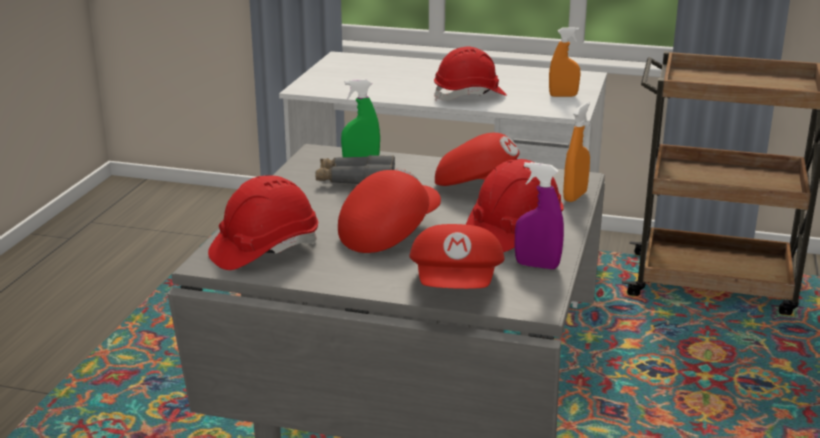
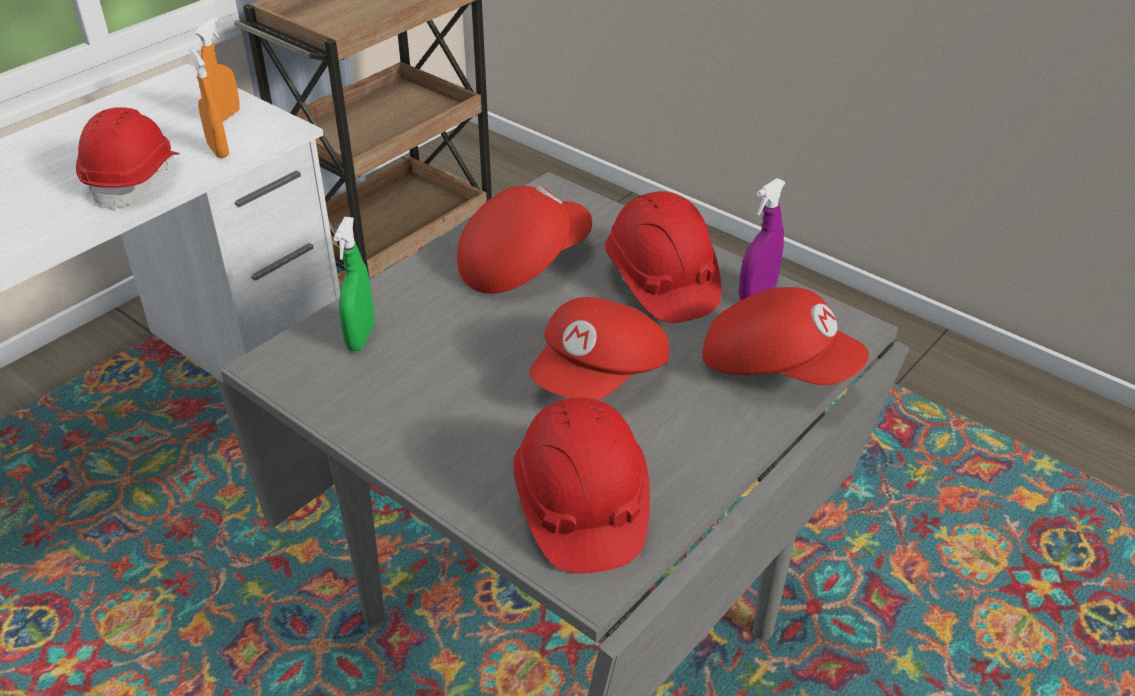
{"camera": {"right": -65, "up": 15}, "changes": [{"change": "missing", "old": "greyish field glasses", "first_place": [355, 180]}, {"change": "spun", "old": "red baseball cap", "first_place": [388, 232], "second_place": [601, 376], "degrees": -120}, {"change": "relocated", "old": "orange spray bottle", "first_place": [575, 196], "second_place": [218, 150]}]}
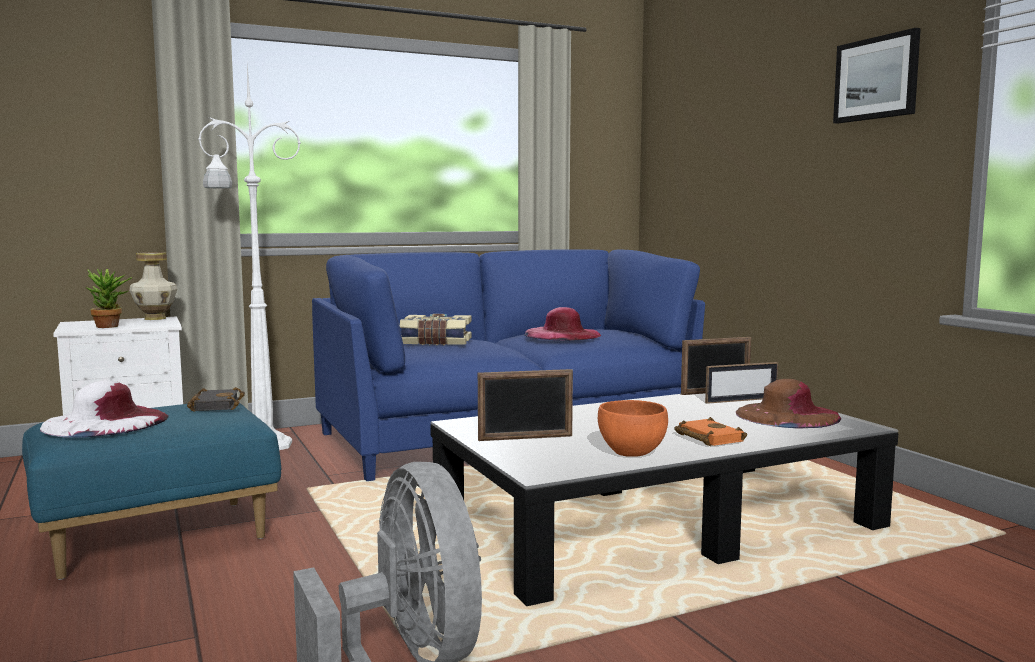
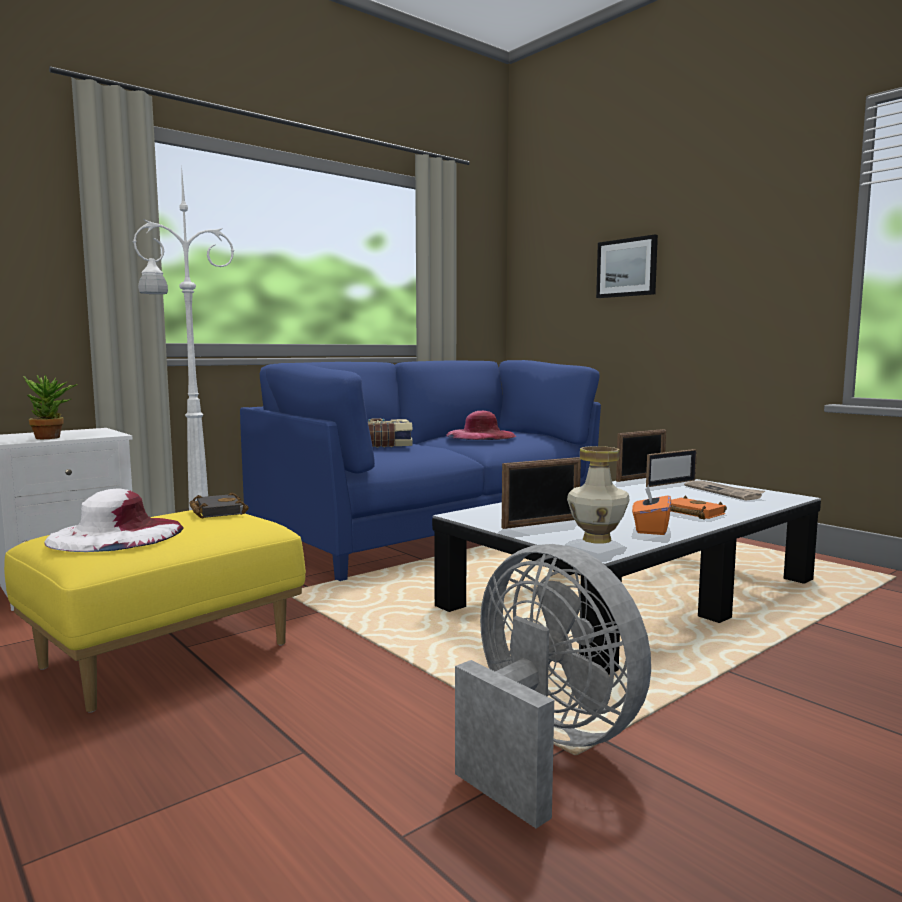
{"camera": {"right": -15, "up": 0}, "changes": [{"change": "colour", "old": "bluish pouffe", "new": "yellowish pouffe", "first_place": [158, 536], "second_place": [167, 654]}, {"change": "relocated", "old": "decorative vase", "first_place": [155, 318], "second_place": [597, 539]}, {"change": "exchanged", "old": "orange serving bowl", "new": "orange box of tissues", "first_place": [631, 453], "second_place": [650, 529]}, {"change": "exchanged", "old": "brownish clothing hat", "new": "printed paper", "first_place": [787, 415], "second_place": [724, 492]}, {"change": "relocated", "old": "wall art", "first_place": [876, 78], "second_place": [627, 267]}]}
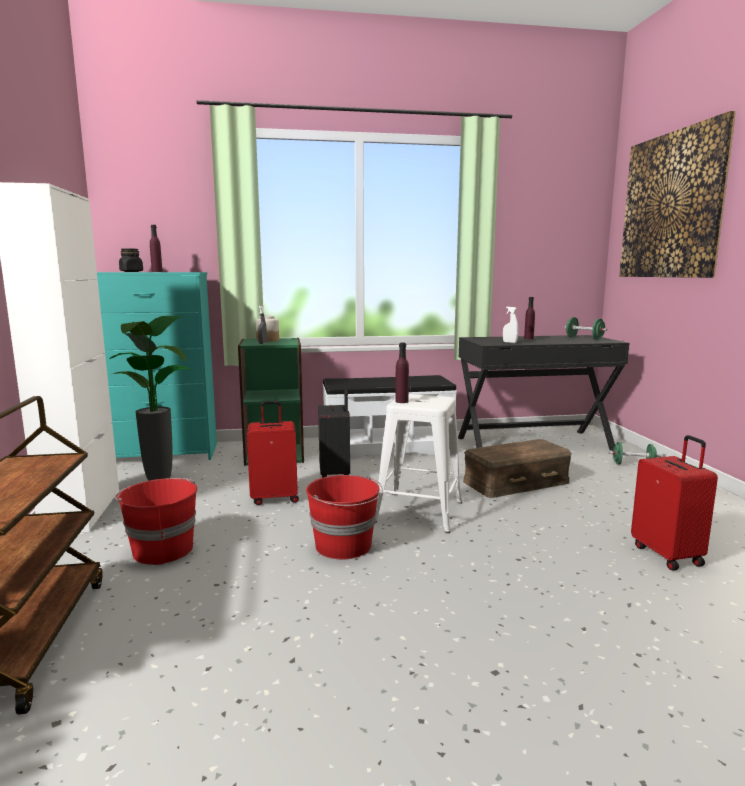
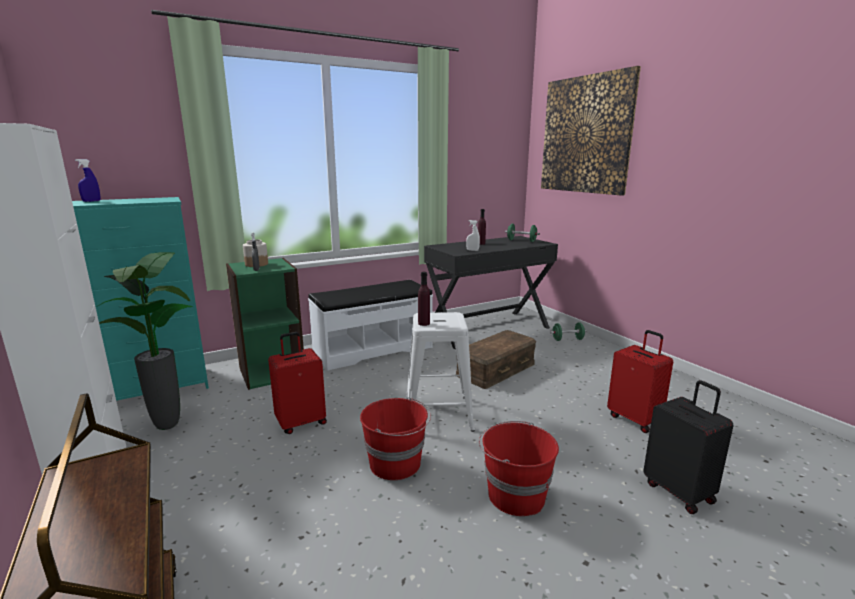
{"camera": {"right": -20, "up": 5}, "changes": [{"change": "relocated", "old": "red pail", "first_place": [162, 549], "second_place": [515, 495]}, {"change": "exchanged", "old": "blackish preserve jar", "new": "bluish spray bottle", "first_place": [131, 271], "second_place": [91, 201]}, {"change": "missing", "old": "purplish beverage bottle", "first_place": [157, 271]}, {"change": "relocated", "old": "blackish suitcase", "first_place": [335, 475], "second_place": [679, 492]}]}
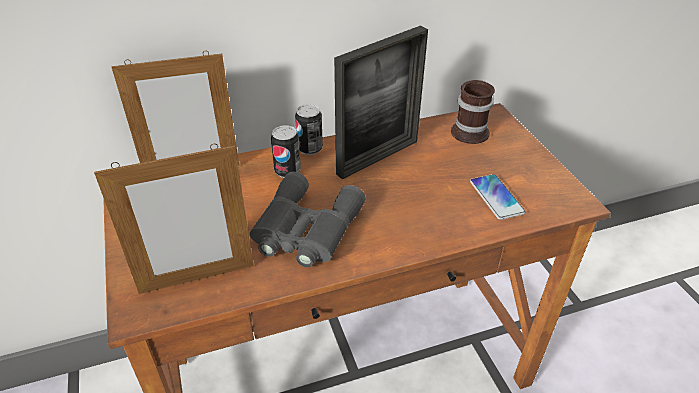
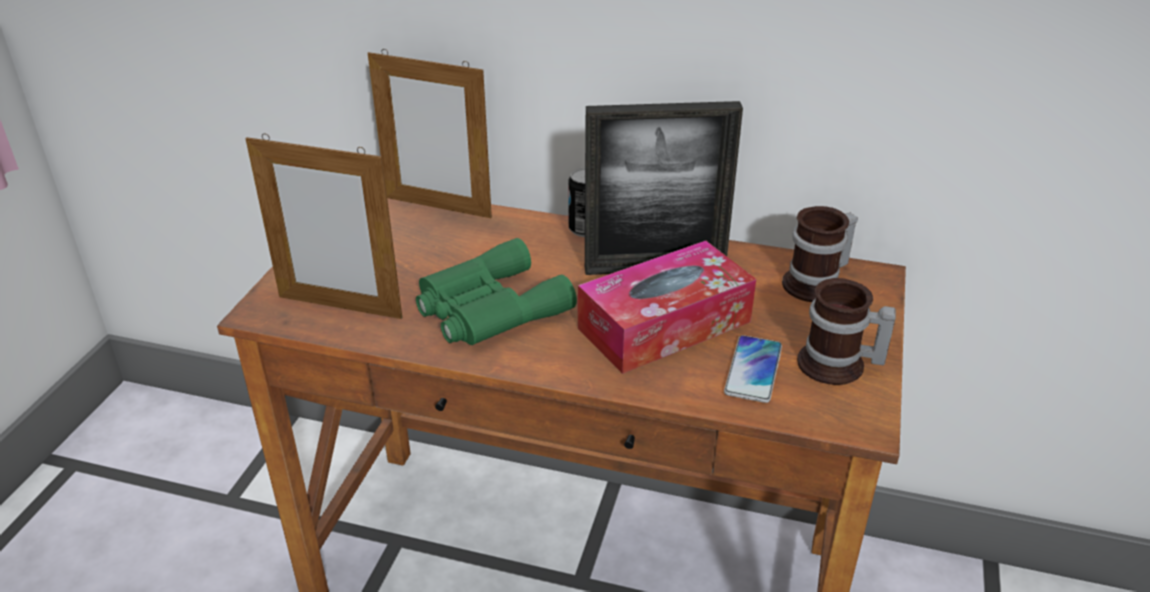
{"camera": {"right": 35, "up": -5}, "changes": [{"change": "colour", "old": "greyish field glasses", "new": "greenish field glasses", "first_place": [305, 230], "second_place": [487, 308]}, {"change": "missing", "old": "can", "first_place": [287, 171]}, {"change": "appeared", "new": "box of tissues", "second_place": [664, 325]}, {"change": "appeared", "new": "tea mug", "second_place": [837, 367]}]}
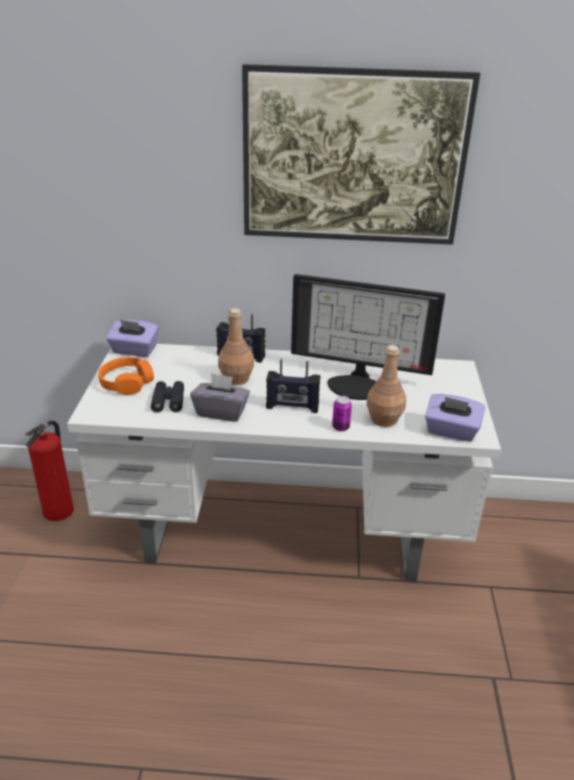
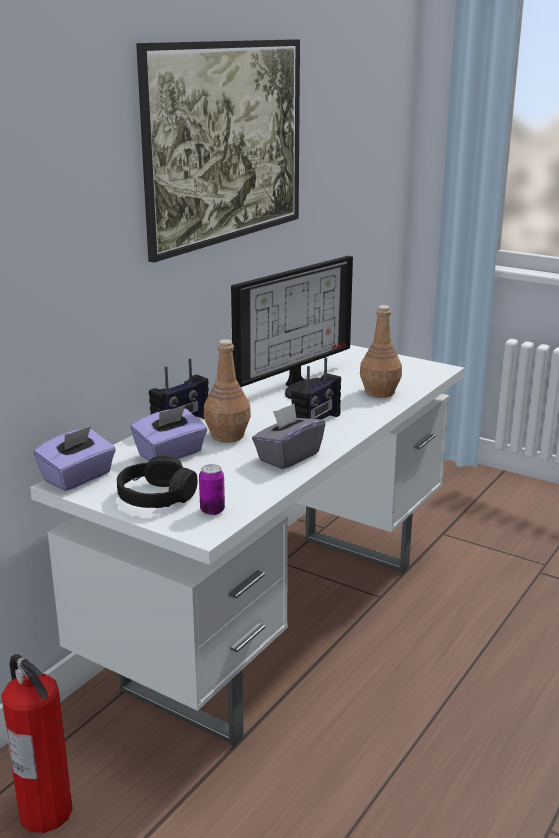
{"camera": {"right": -60, "up": -10}, "changes": [{"change": "colour", "old": "orange pair of headphones", "new": "blackish pair of headphones", "first_place": [126, 383], "second_place": [156, 496]}, {"change": "missing", "old": "blackish field glasses", "first_place": [168, 401]}, {"change": "relocated", "old": "can", "first_place": [340, 427], "second_place": [212, 510]}, {"change": "relocated", "old": "purplish box of tissues", "first_place": [451, 431], "second_place": [171, 454]}]}
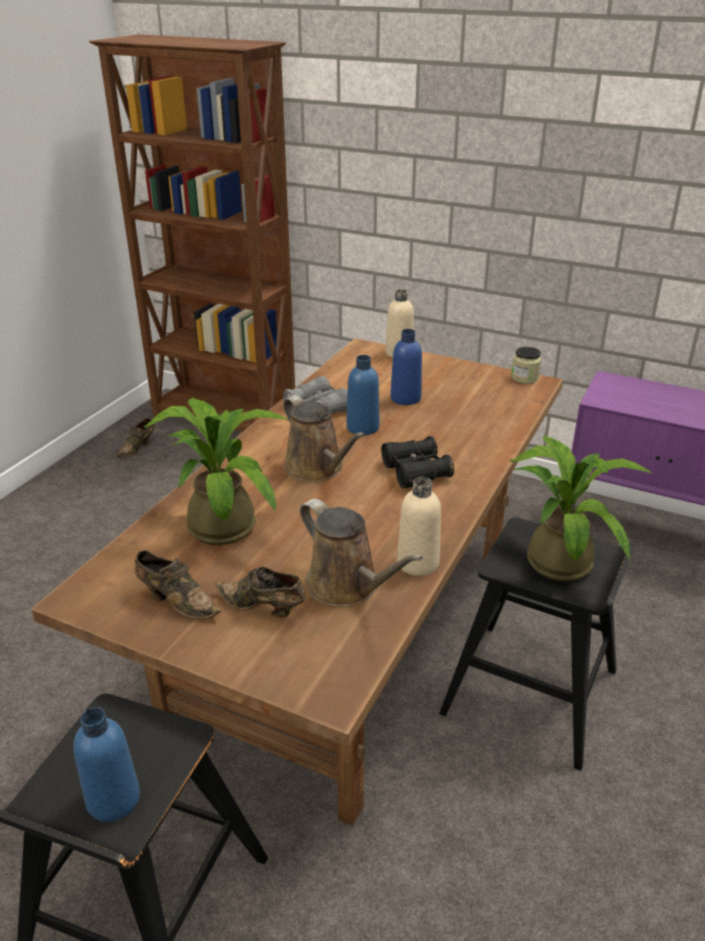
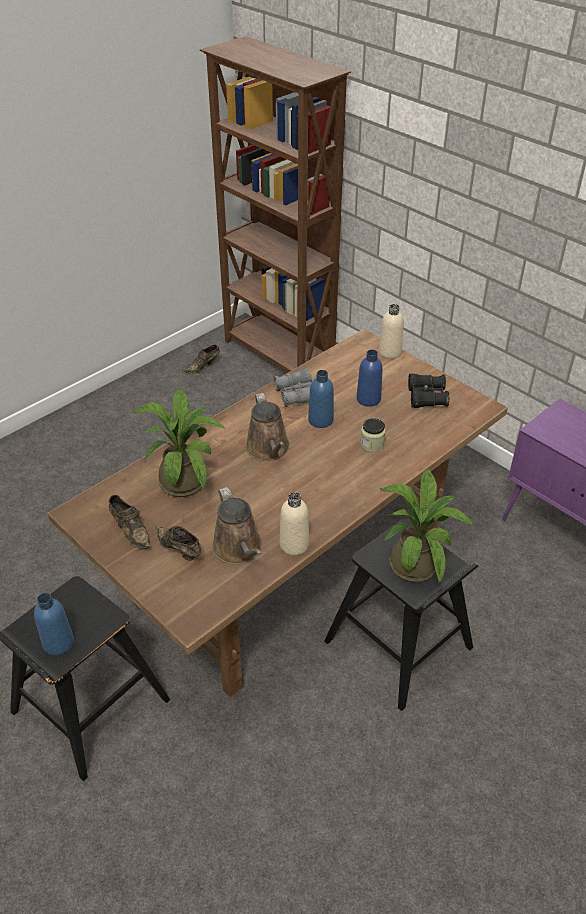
{"camera": {"right": 20, "up": 10}, "changes": [{"change": "relocated", "old": "blackish field glasses", "first_place": [416, 472], "second_place": [427, 397]}, {"change": "relocated", "old": "preserve jar", "first_place": [524, 378], "second_place": [372, 444]}]}
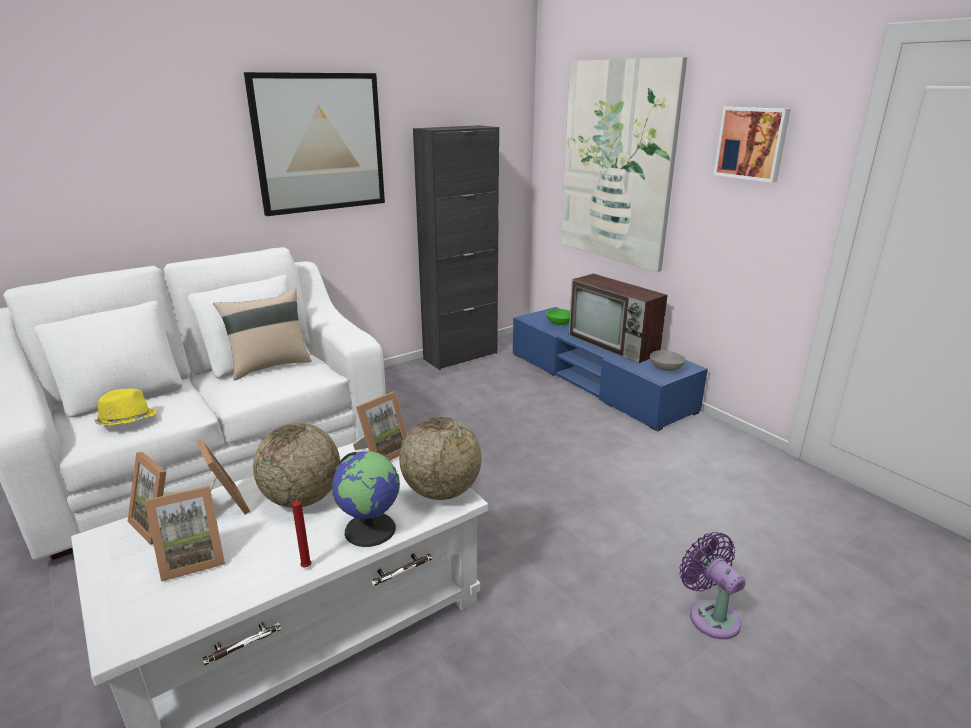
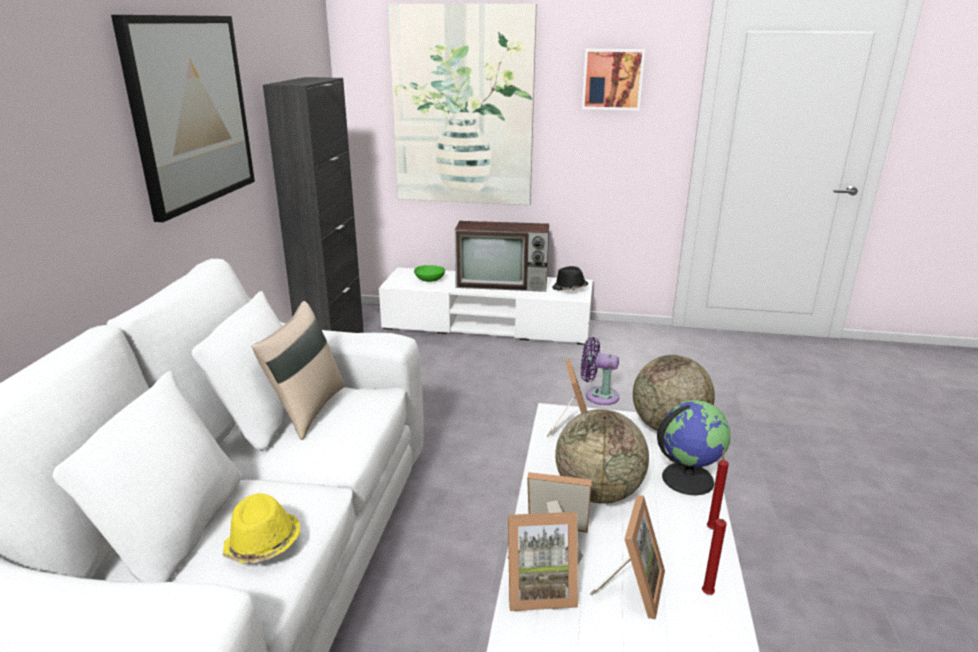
{"camera": {"right": -45, "up": 0}, "changes": [{"change": "colour", "old": "bluish media console", "new": "whitish media console", "first_place": [597, 381], "second_place": [487, 325]}, {"change": "exchanged", "old": "greyish serving bowl", "new": "blackish clothing hat", "first_place": [665, 368], "second_place": [569, 289]}, {"change": "relocated", "old": "purplish cooling fan", "first_place": [710, 615], "second_place": [598, 395]}, {"change": "appeared", "new": "red wax light", "second_place": [707, 595]}]}
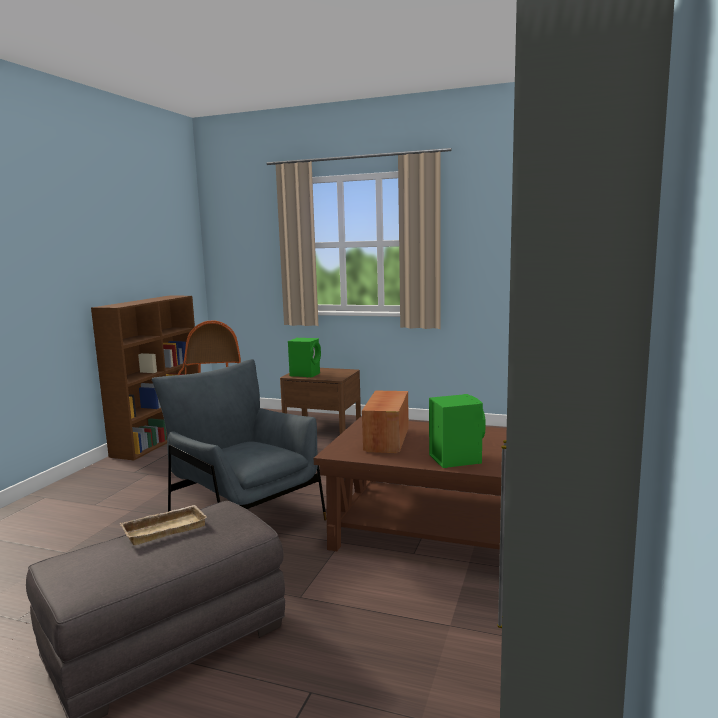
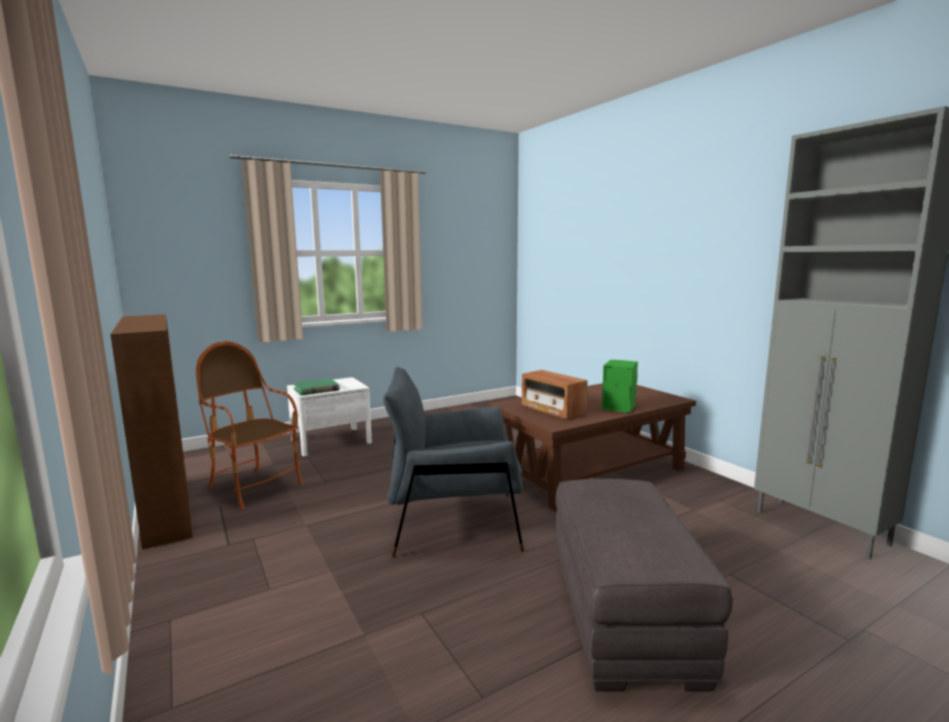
{"camera": {"right": -50, "up": 0}, "changes": [{"change": "missing", "old": "beige tray", "first_place": [165, 528]}, {"change": "colour", "old": "brownish night table", "new": "whitish night table", "first_place": [322, 426], "second_place": [331, 441]}, {"change": "exchanged", "old": "greenish audio speaker", "new": "greenish bound book", "first_place": [305, 374], "second_place": [316, 389]}]}
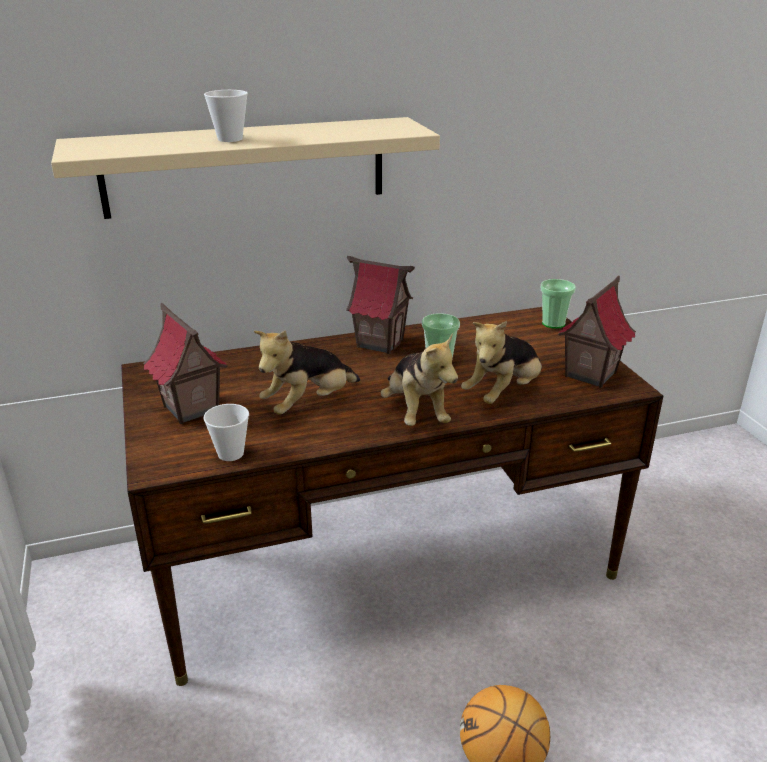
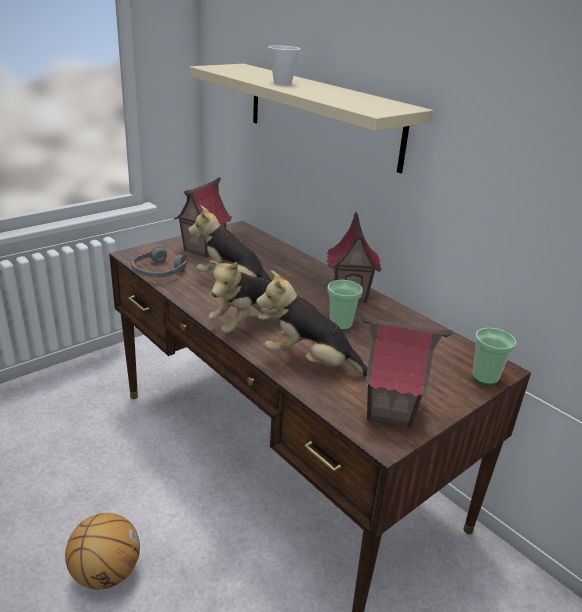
{"camera": {"right": 65, "up": 0}, "changes": [{"change": "exchanged", "old": "cup", "new": "greyish pair of headphones", "first_place": [230, 454], "second_place": [158, 271]}]}
